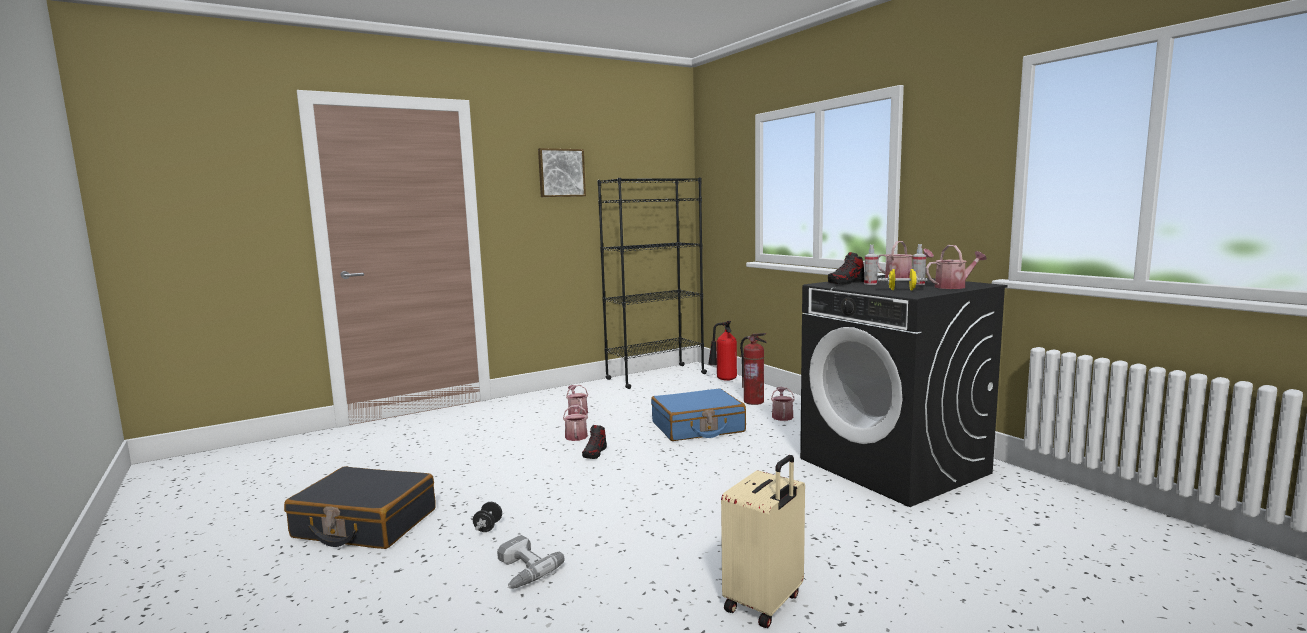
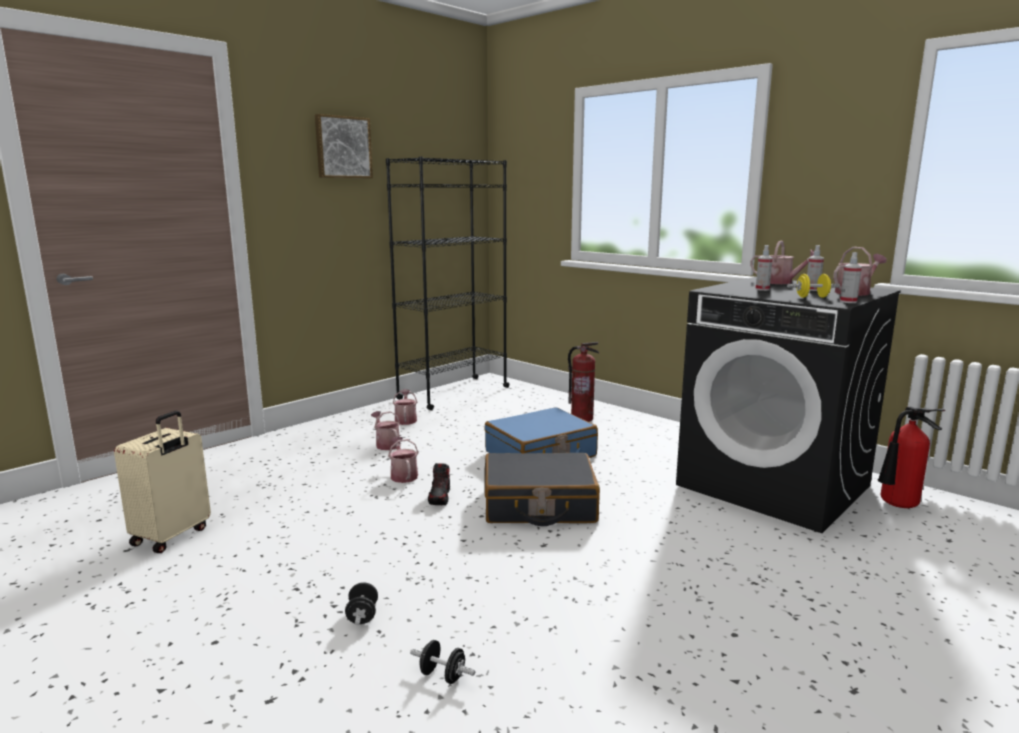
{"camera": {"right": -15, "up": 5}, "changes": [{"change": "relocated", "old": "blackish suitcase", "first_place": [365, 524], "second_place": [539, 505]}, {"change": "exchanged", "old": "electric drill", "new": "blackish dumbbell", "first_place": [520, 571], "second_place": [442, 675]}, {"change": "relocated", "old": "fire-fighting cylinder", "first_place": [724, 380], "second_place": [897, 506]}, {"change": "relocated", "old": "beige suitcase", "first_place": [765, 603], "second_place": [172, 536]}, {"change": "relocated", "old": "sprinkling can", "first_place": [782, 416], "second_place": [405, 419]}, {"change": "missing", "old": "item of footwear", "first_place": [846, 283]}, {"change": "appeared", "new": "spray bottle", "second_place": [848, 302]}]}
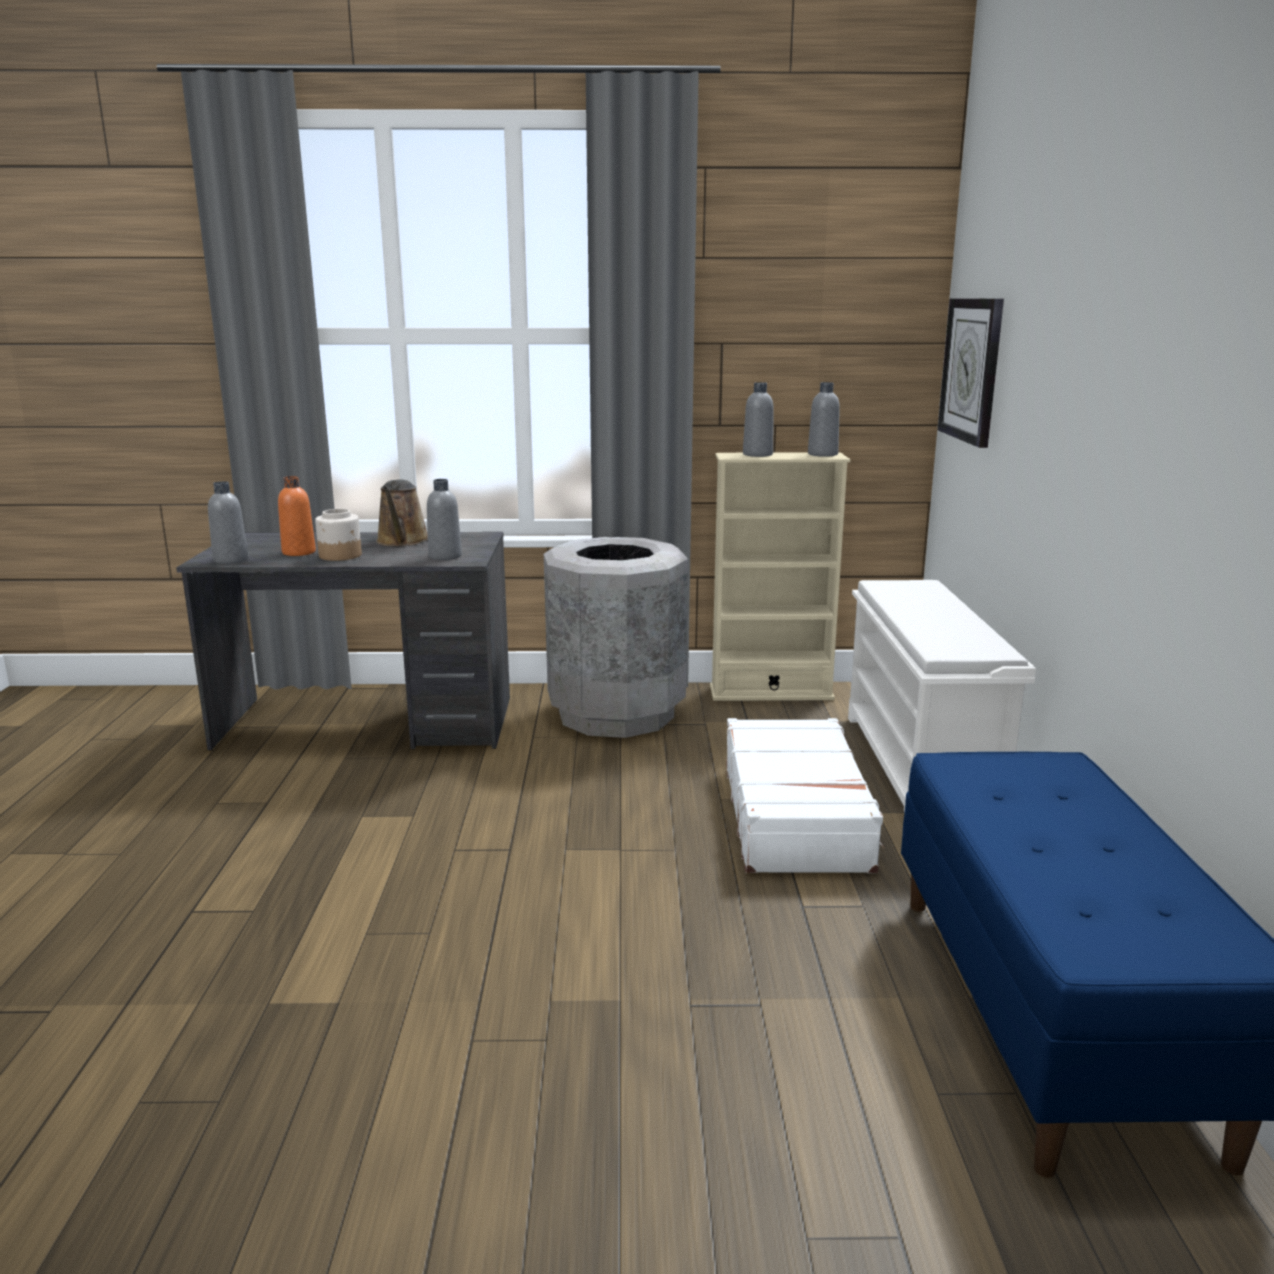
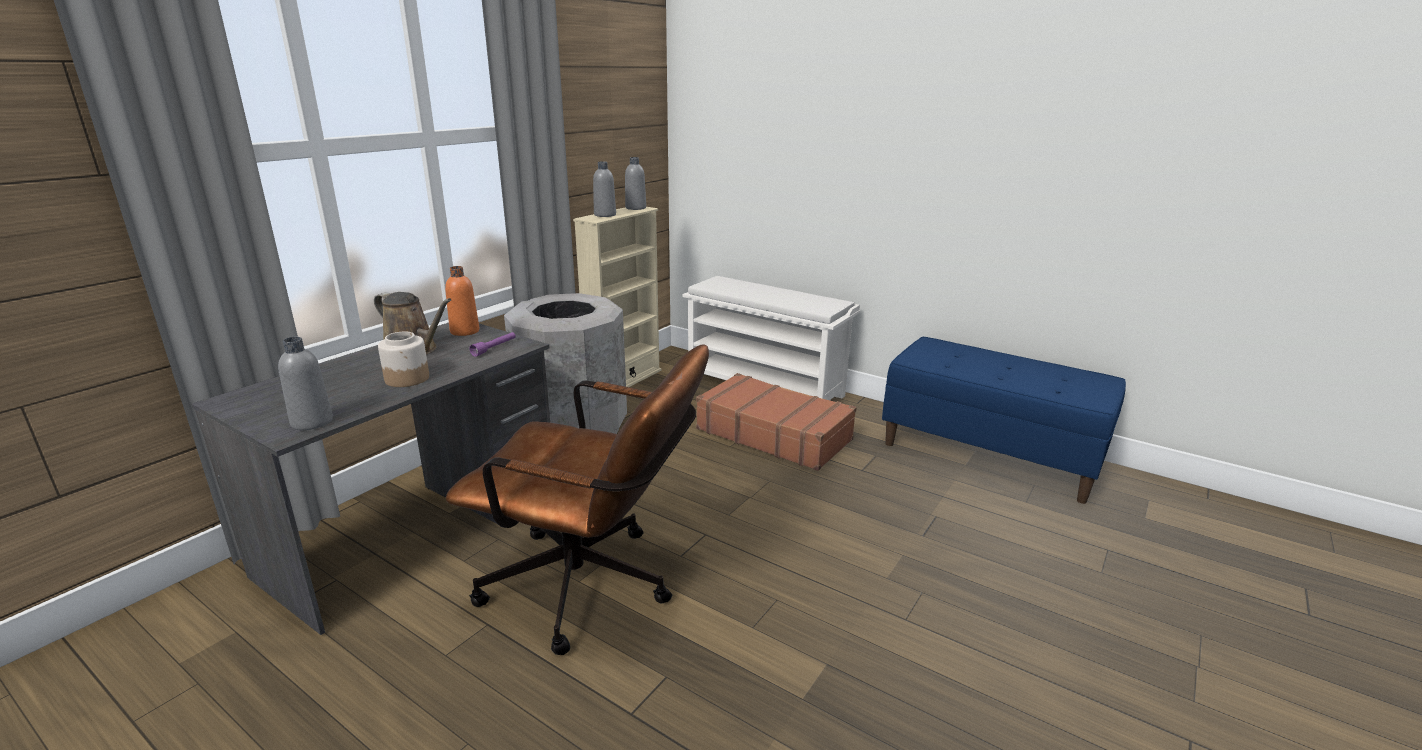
{"camera": {"right": -55, "up": 5}, "changes": [{"change": "relocated", "old": "orange beverage bottle", "first_place": [299, 552], "second_place": [465, 331]}, {"change": "exchanged", "old": "greyish beverage bottle", "new": "purplish torch", "first_place": [445, 556], "second_place": [494, 348]}, {"change": "colour", "old": "whitish suitcase", "new": "brownish suitcase", "first_place": [796, 815], "second_place": [773, 434]}, {"change": "missing", "old": "clock on the wall", "first_place": [972, 369]}, {"change": "appeared", "new": "brownish office chair", "second_place": [593, 588]}]}
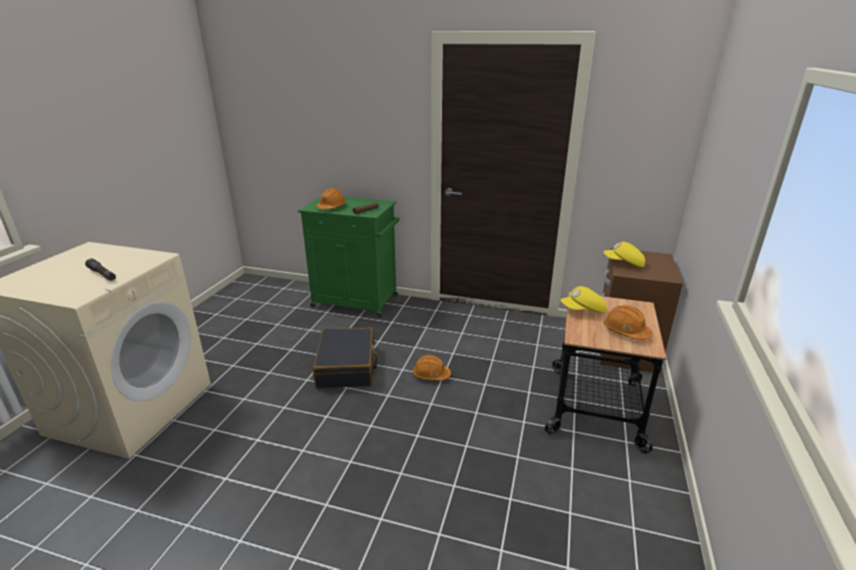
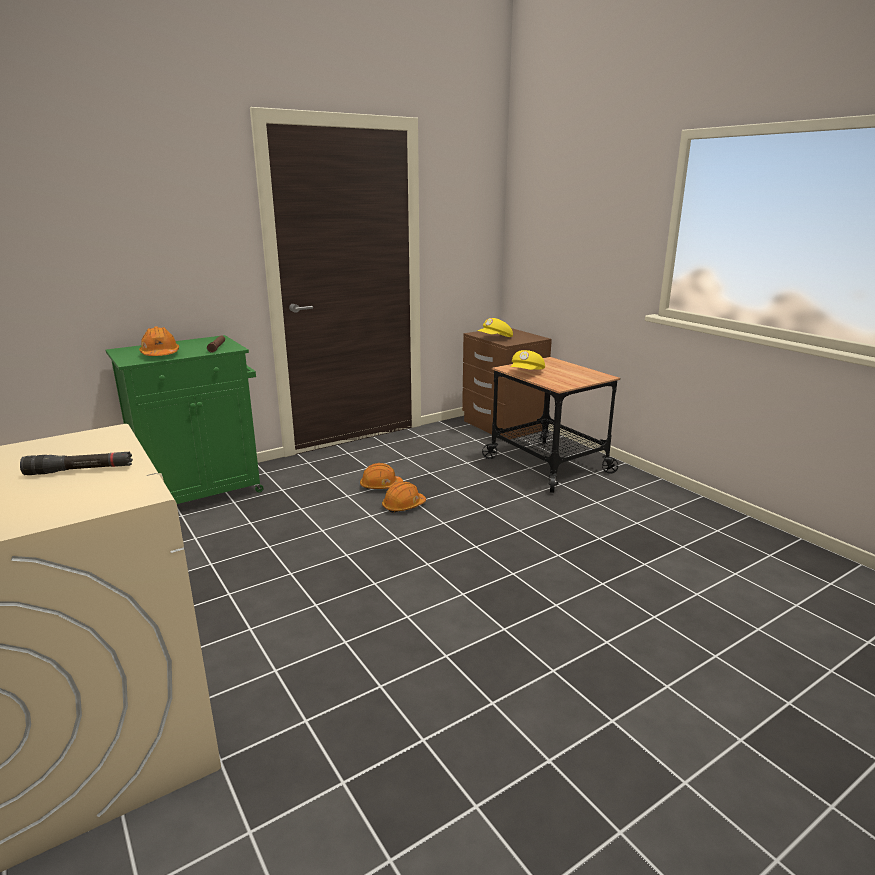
{"camera": {"right": -50, "up": -5}, "changes": [{"change": "missing", "old": "blackish suitcase", "first_place": [347, 367]}, {"change": "relocated", "old": "orange safety helmet", "first_place": [626, 331], "second_place": [381, 486]}]}
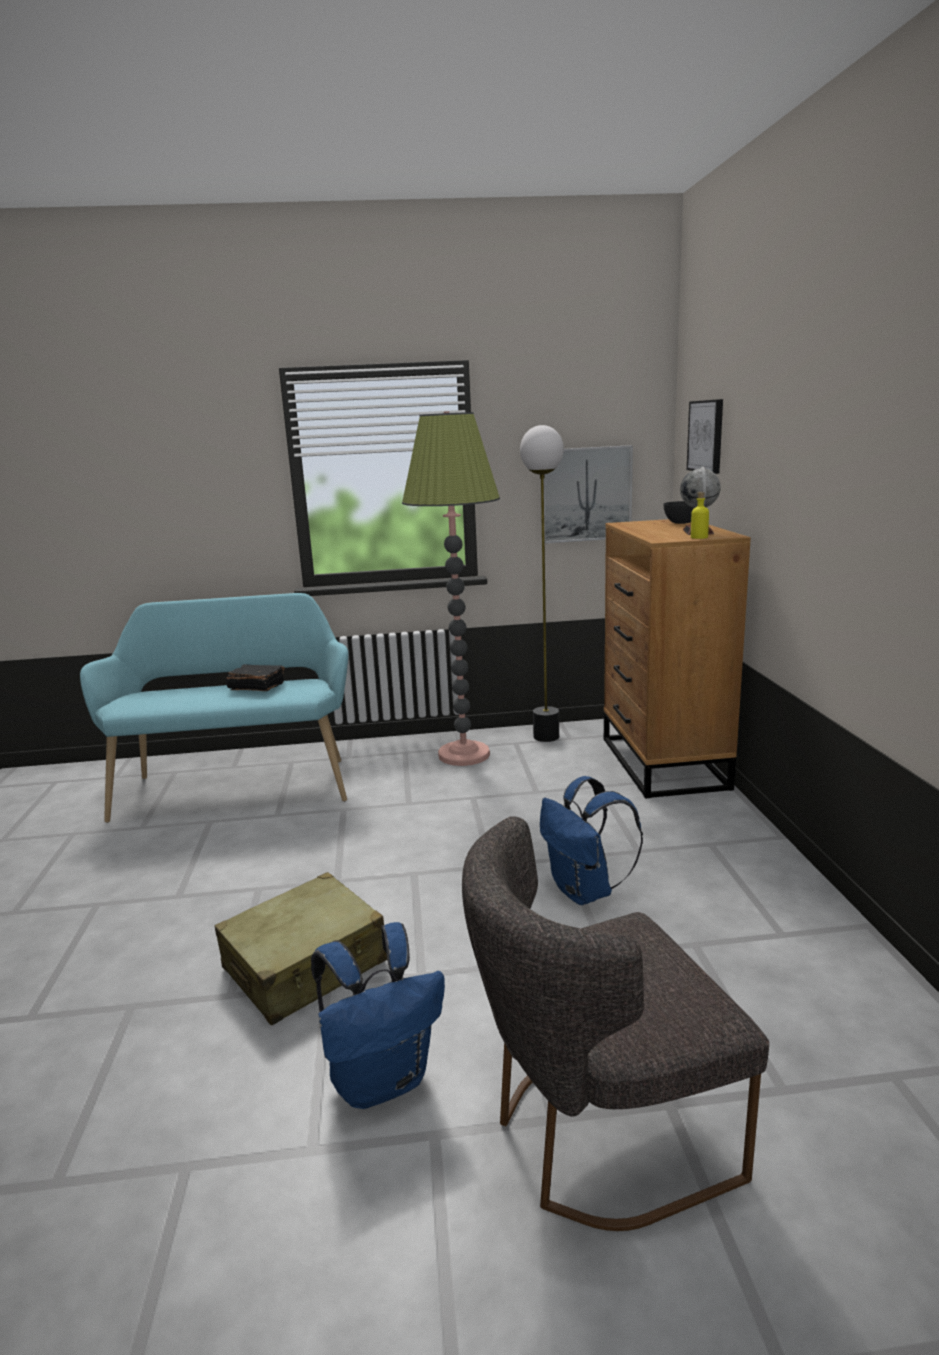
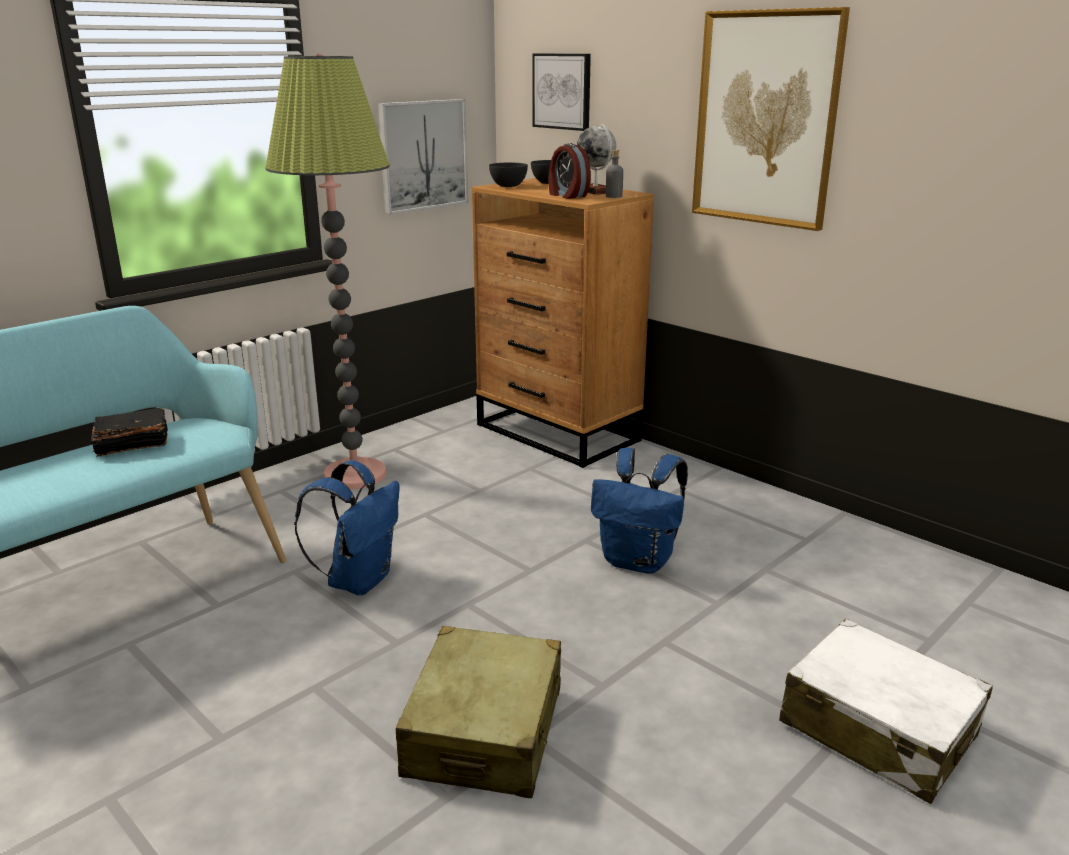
{"camera": {"right": -40, "up": 5}, "changes": [{"change": "relocated", "old": "bluish backpack", "first_place": [382, 1079], "second_place": [359, 580]}, {"change": "exchanged", "old": "greyish chair", "new": "whitish suitcase", "first_place": [597, 1135], "second_place": [877, 729]}, {"change": "missing", "old": "standing lamp", "first_place": [546, 736]}, {"change": "colour", "old": "yellowish beverage bottle", "new": "greyish beverage bottle", "first_place": [699, 537], "second_place": [614, 196]}, {"change": "appeared", "new": "greyish serving bowl", "second_place": [508, 186]}, {"change": "appeared", "new": "bedside clock", "second_place": [567, 195]}, {"change": "appeared", "new": "wall art", "second_place": [765, 119]}]}
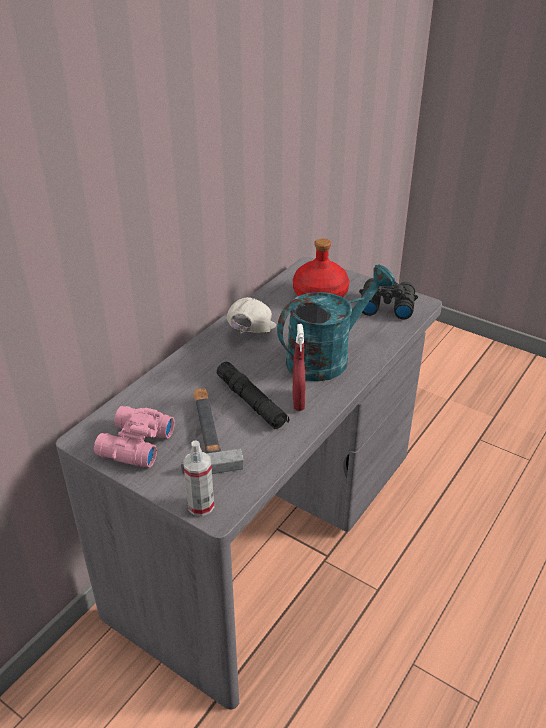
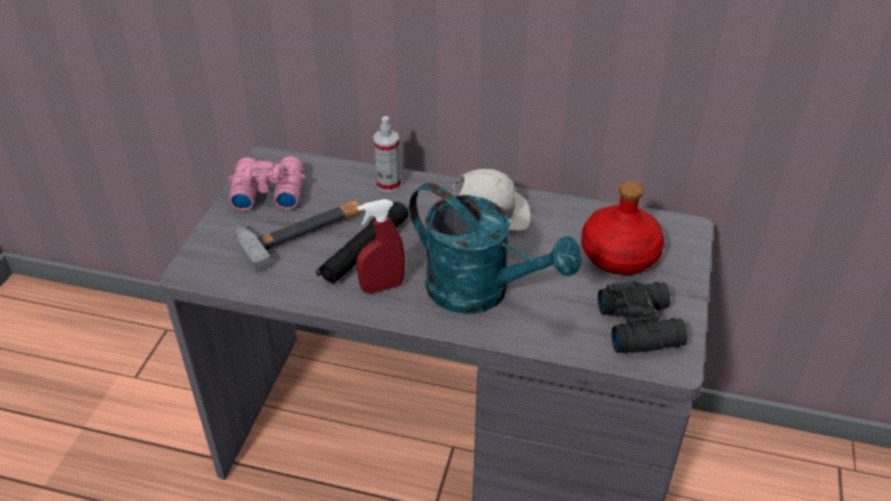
{"camera": {"right": 70, "up": 5}, "changes": [{"change": "relocated", "old": "spray bottle", "first_place": [201, 505], "second_place": [388, 184]}]}
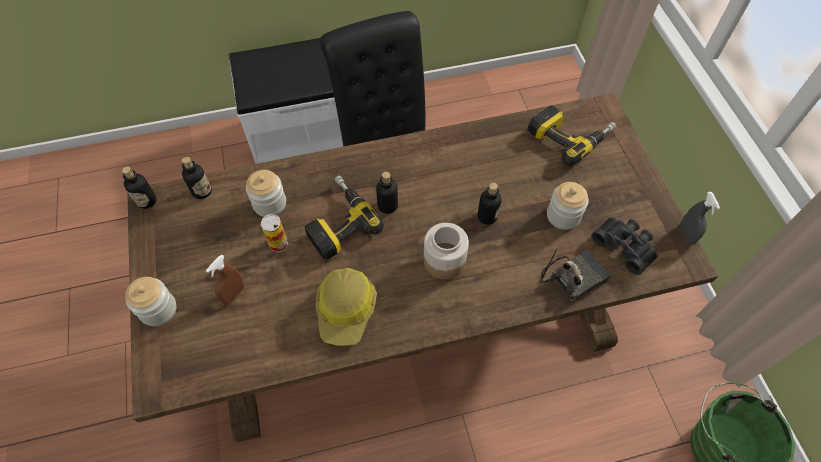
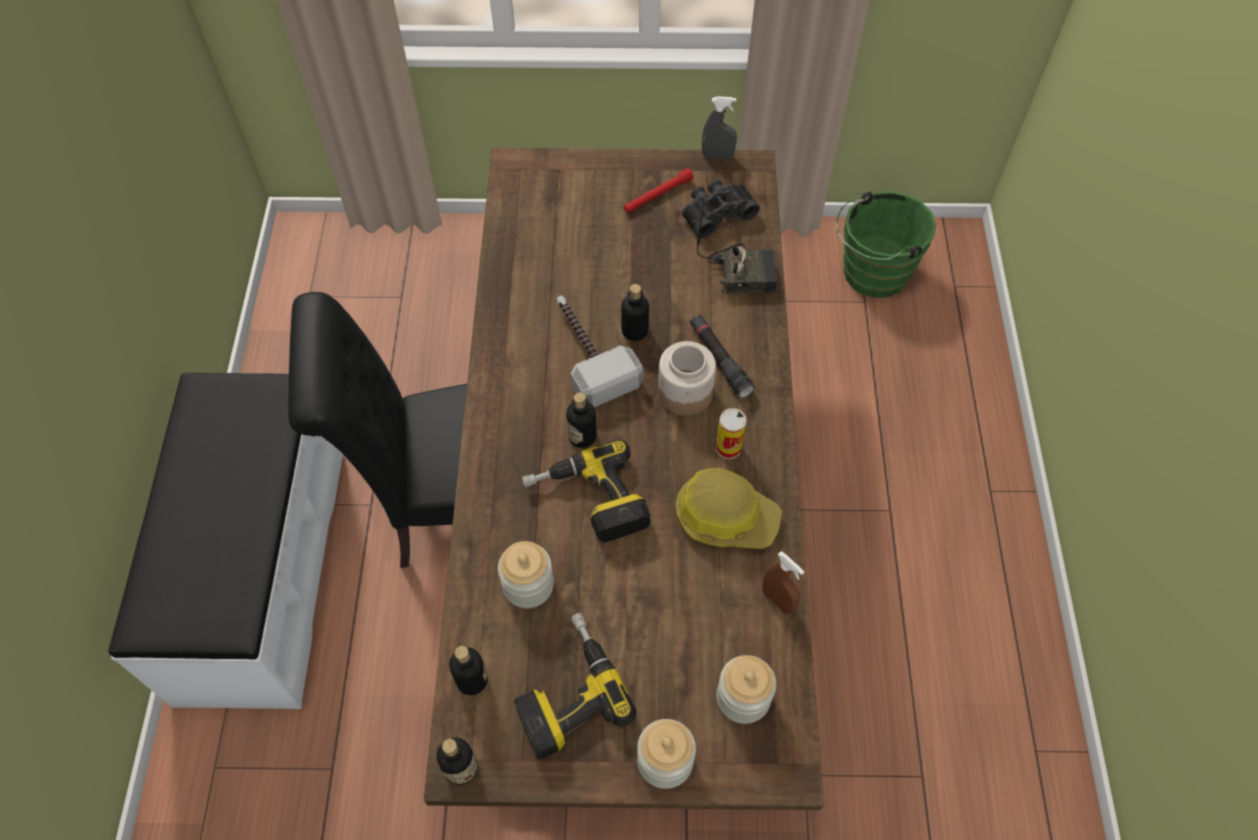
{"camera": {"right": -75, "up": 0}, "changes": [{"change": "relocated", "old": "brownish spray bottle", "first_place": [234, 294], "second_place": [778, 600]}, {"change": "relocated", "old": "can", "first_place": [278, 244], "second_place": [728, 448]}, {"change": "relocated", "old": "electric drill", "first_place": [569, 135], "second_place": [566, 690]}, {"change": "spun", "old": "radio", "first_place": [573, 277], "second_place": [743, 273], "degrees": 105}, {"change": "relocated", "old": "preserve jar", "first_place": [563, 216], "second_place": [743, 698]}, {"change": "appeared", "new": "hand hammer", "second_place": [587, 352]}, {"change": "appeared", "new": "red torch", "second_place": [657, 195]}, {"change": "appeared", "new": "blackish torch", "second_place": [719, 360]}]}
